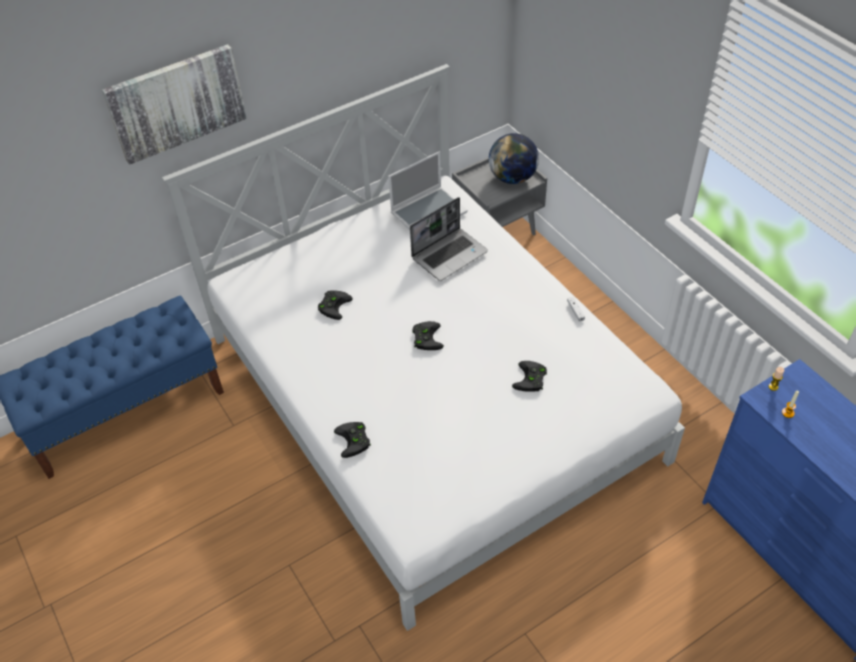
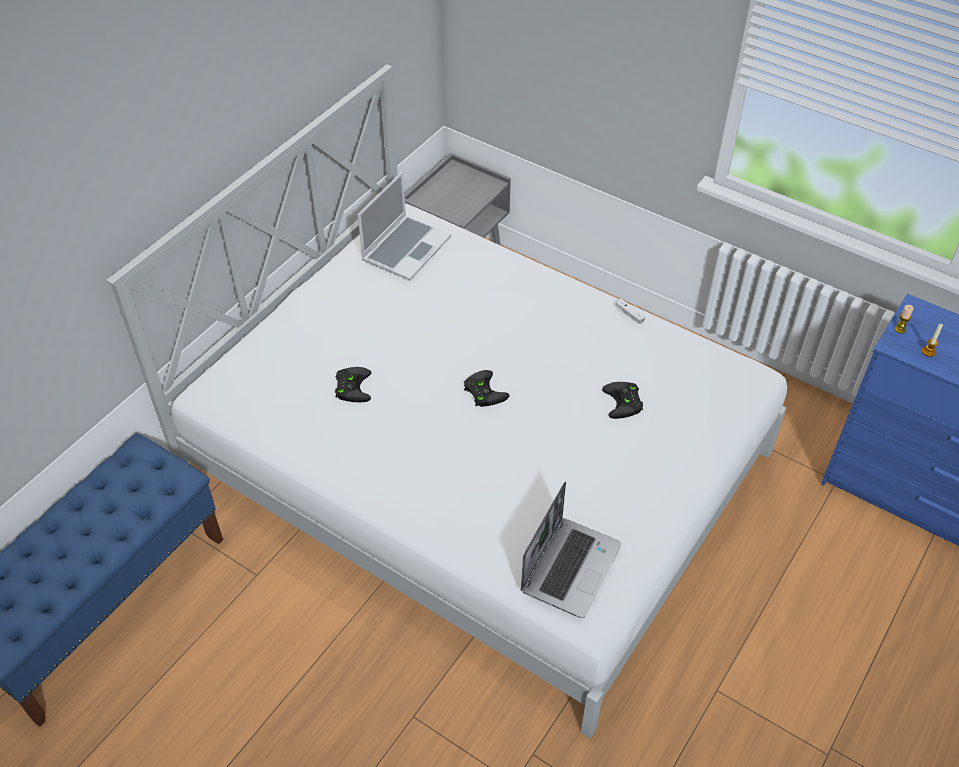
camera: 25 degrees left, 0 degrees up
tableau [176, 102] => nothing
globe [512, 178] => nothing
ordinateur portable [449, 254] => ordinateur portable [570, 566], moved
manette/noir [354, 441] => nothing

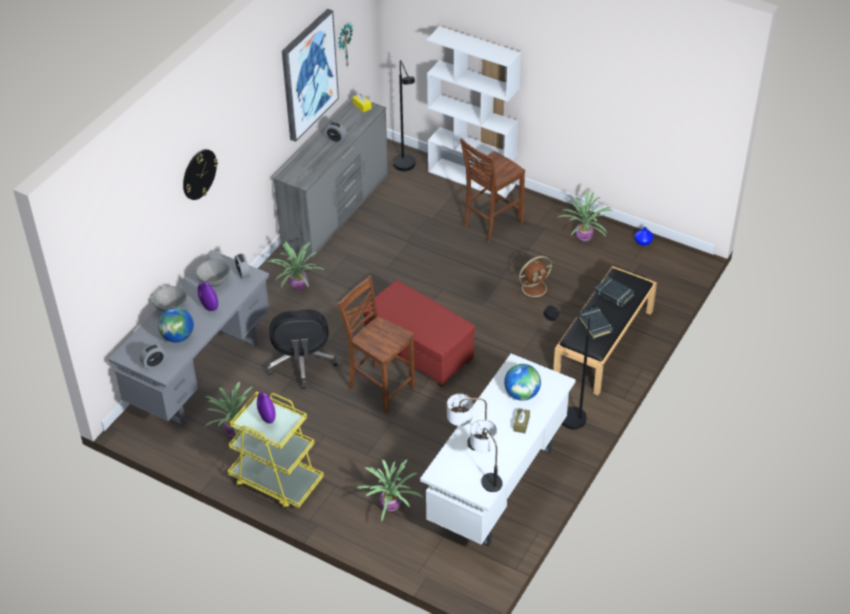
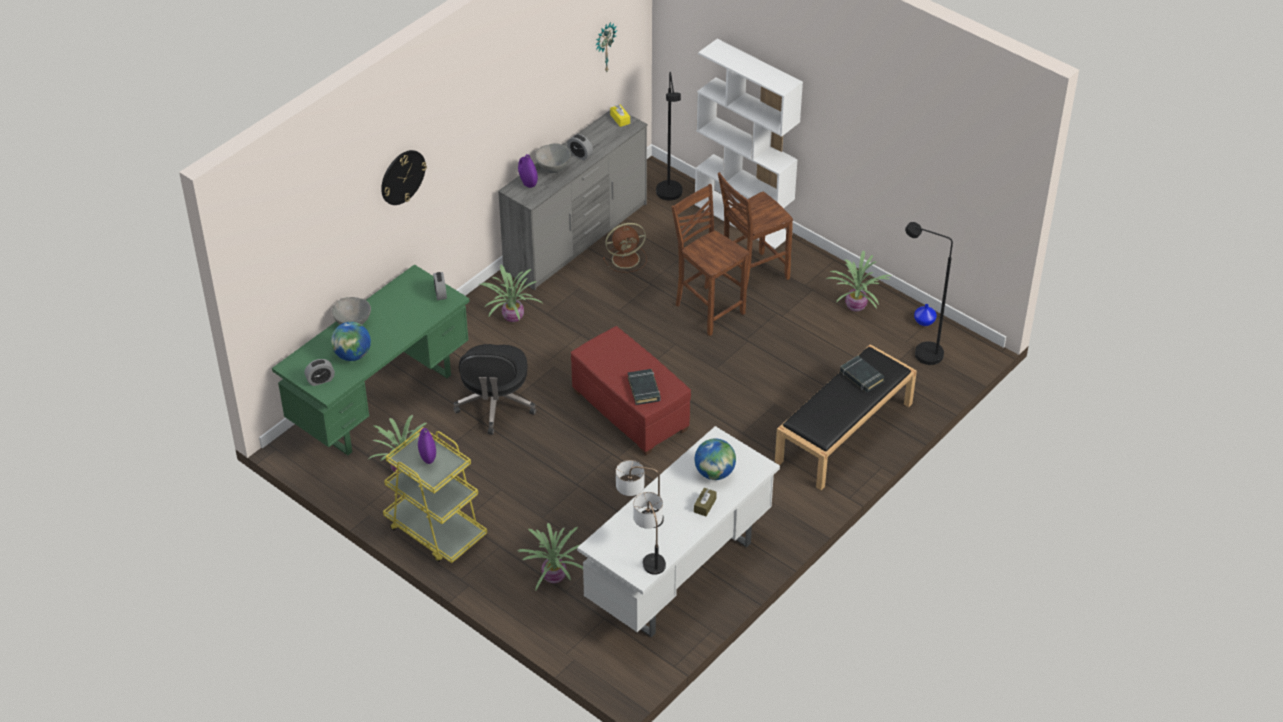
camera: 10 degrees right, 0 degrees up
tableau [308, 74] => nothing
bureau/gris [200, 374] => bureau/vert [380, 401]
ventilateur/marron [535, 288] => ventilateur/marron [627, 259], moved
bol/gris [215, 282] => bol/gris [553, 168], moved
chaise/marron [380, 387] => chaise/marron [708, 309], moved
vase/violet [209, 306] => vase/violet [528, 182], moved
lampadaire/noir [565, 417] => lampadaire/noir [921, 352], moved
livre/noir [595, 325] => livre/noir [644, 389], moved

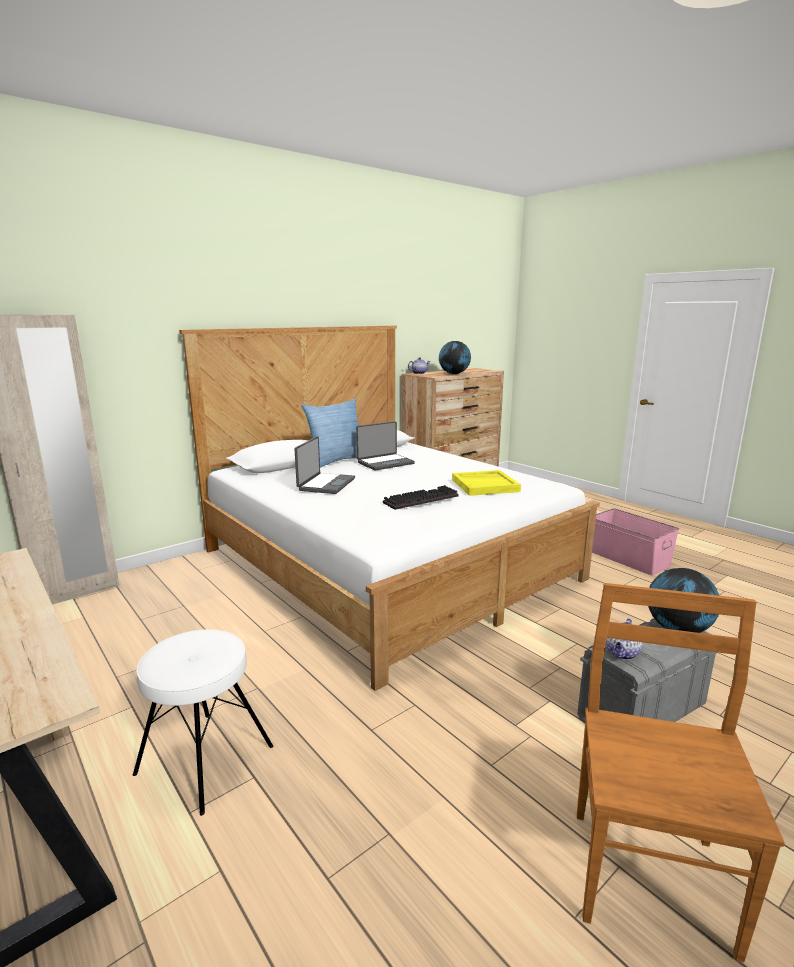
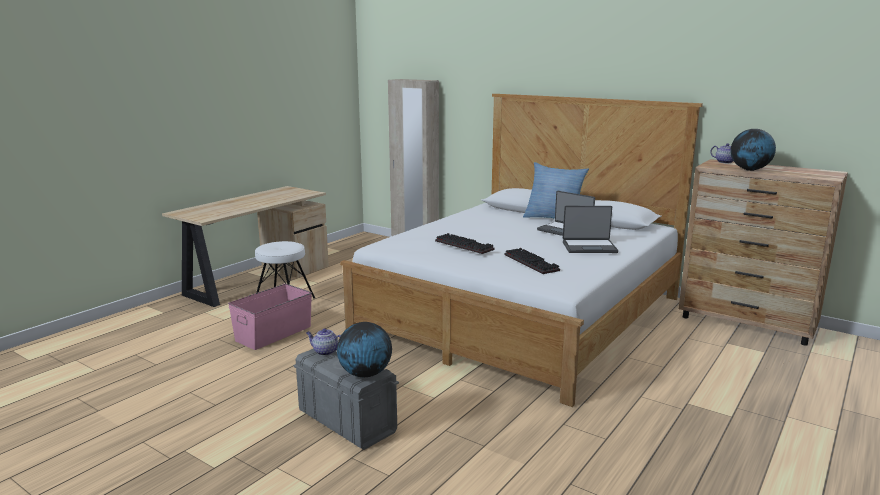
camera: 75 degrees right, 0 degrees up
ordinateur portable [325, 484] => ordinateur portable [589, 247], moved
plateau/jaune [485, 485] => clavier [533, 263]
boîte de rangement/rose [628, 559] => boîte de rangement/rose [273, 333], moved
chaise/marron [649, 873] => nothing

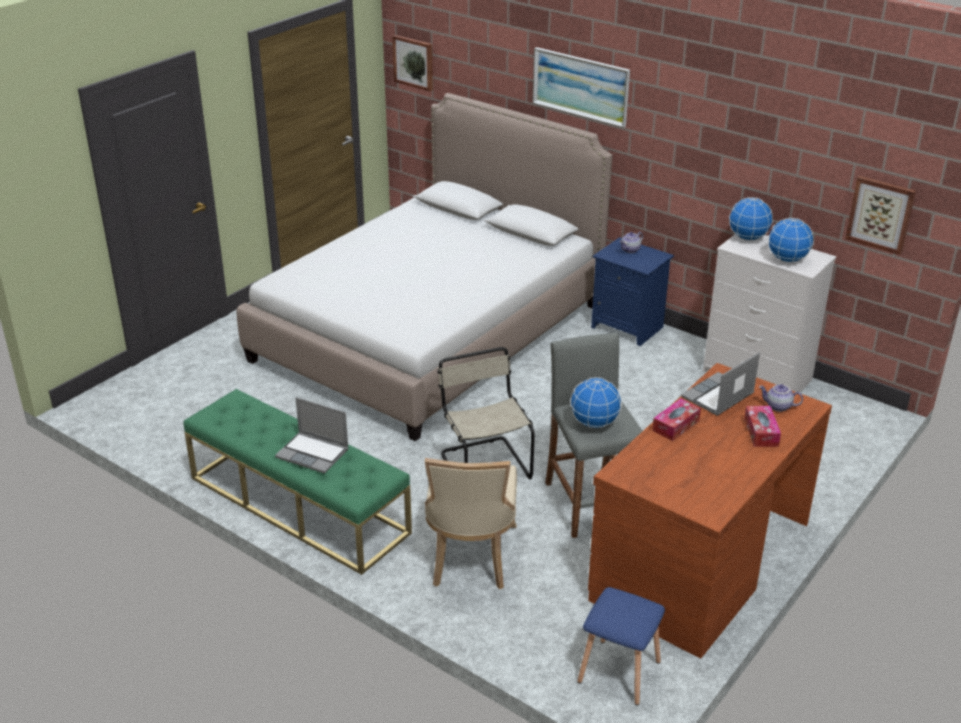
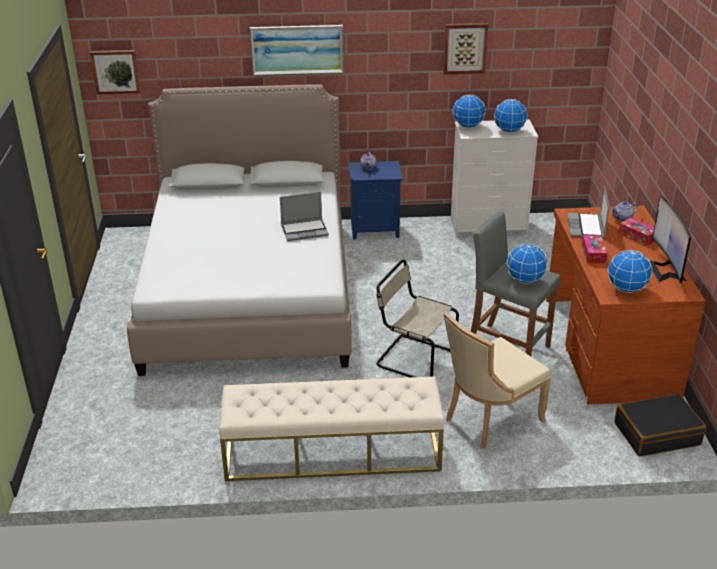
camera: 40 degrees left, 0 degrees up
tableau [880, 214] => tableau [465, 48], moved
banc/vert [298, 505] => banc/beige [332, 453]
ordinateur portable [313, 454] => ordinateur portable [305, 230], moved
chaise/beige [470, 558] => chaise/beige [489, 419], 90 degrees clockwise
tabouret/bleu [617, 671] => valise/noir [656, 433]
nothing => écran d'ordinateur [666, 270]
nothing => globe [626, 289]

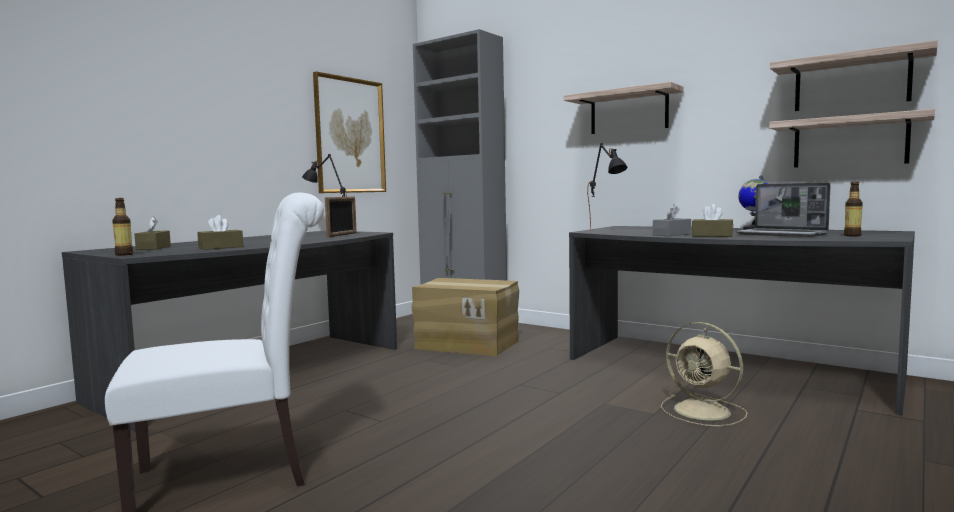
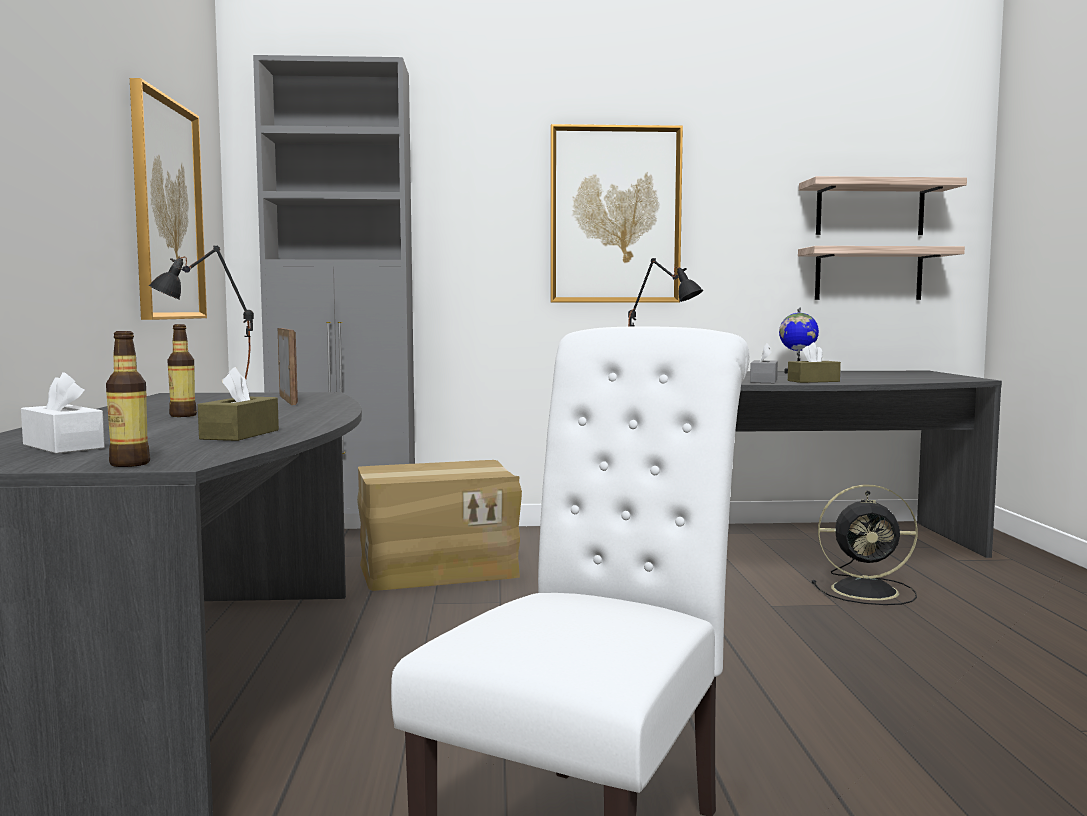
camera: 40 degrees left, 0 degrees up
étagère [628, 112] => tableau [615, 215]
bouteille [852, 235] => bouteille [183, 415], moved
ordinateur portable [782, 234] => nothing
boîte à mouchoirs/marron [153, 248] => boîte à mouchoirs/blanc [63, 446]
ventilateur/beige [704, 411] => ventilateur/noir [868, 590]

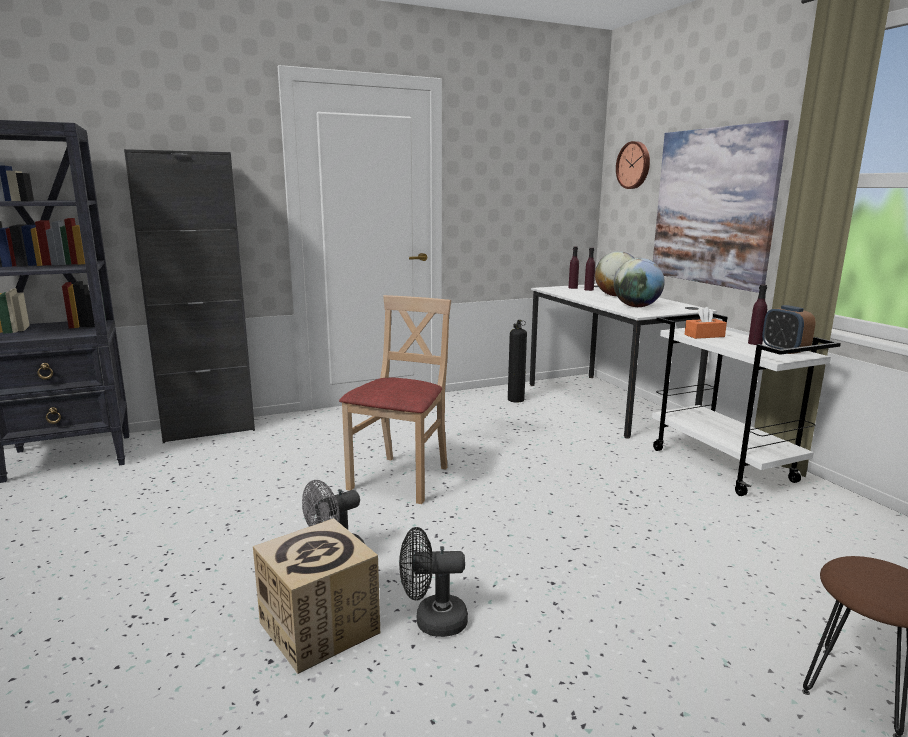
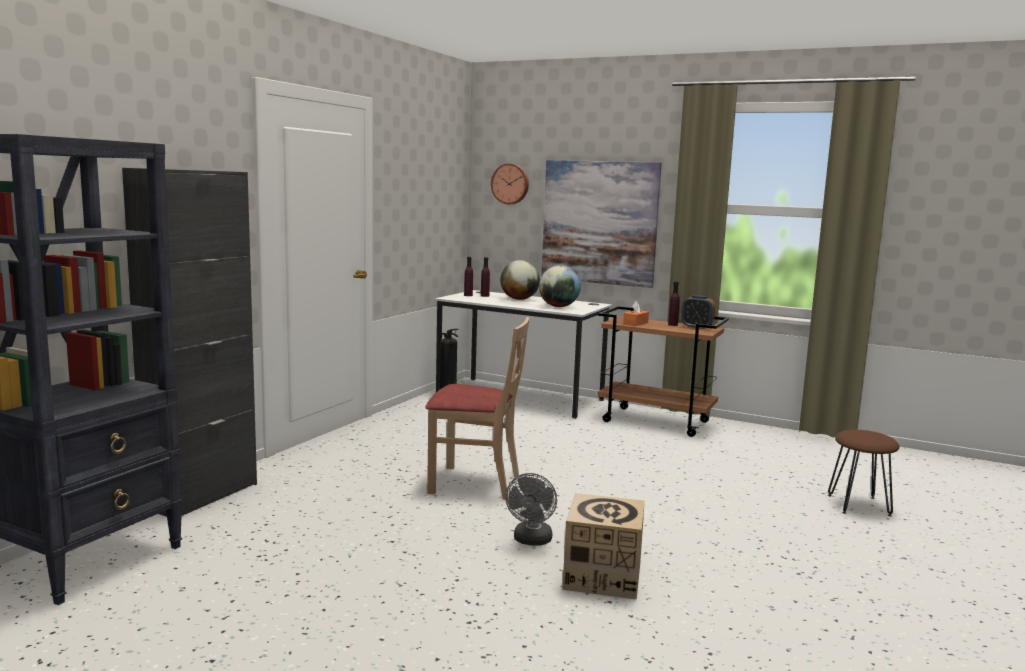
camera: 40 degrees left, 5 degrees down
chaise/beige [401, 479] => chaise/beige [475, 483], 120 degrees clockwise
chariot/blanc [723, 465] => chariot/marron [657, 422]
ventilateur/noir [432, 621] => nothing

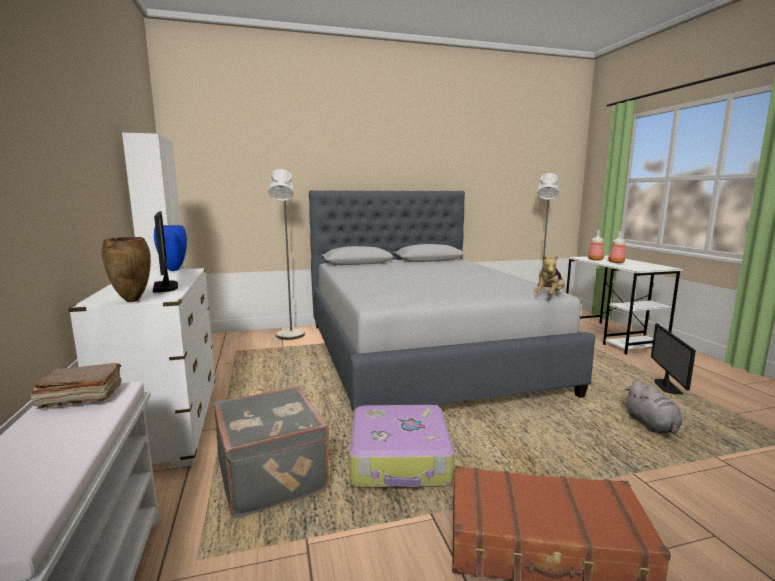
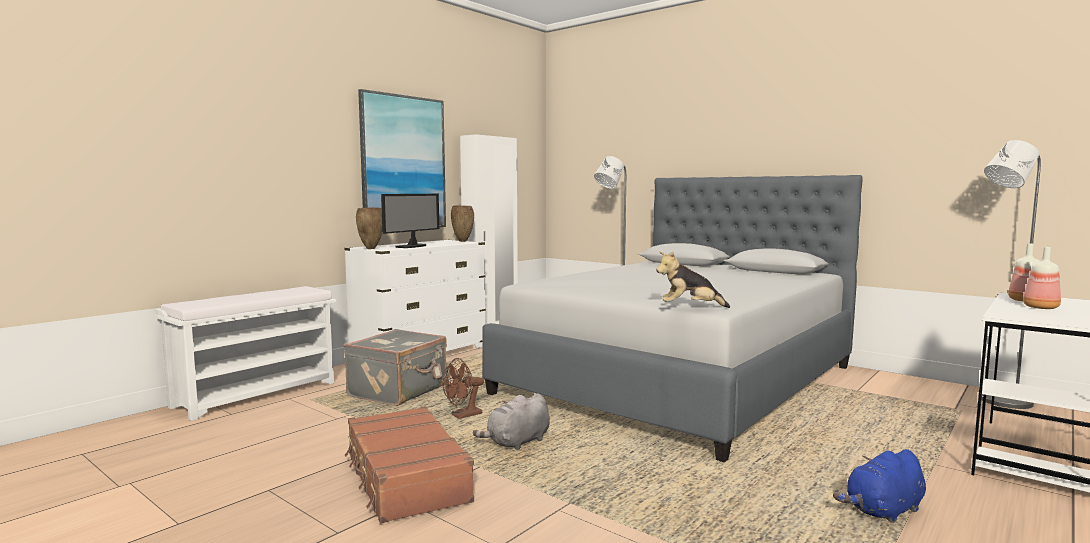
camera: 55 degrees right, 5 degrees down
vase/bleu [174, 270] => vase/marron [463, 241]
écran d'ordinateur [666, 387] => peluche/bleu [883, 511]
livre/marron [80, 397] => nothing
peluche/gris [652, 426] => peluche/gris [517, 443], moved
valise [400, 460] => ventilateur/marron [462, 416]
nothing => tableau [403, 163]

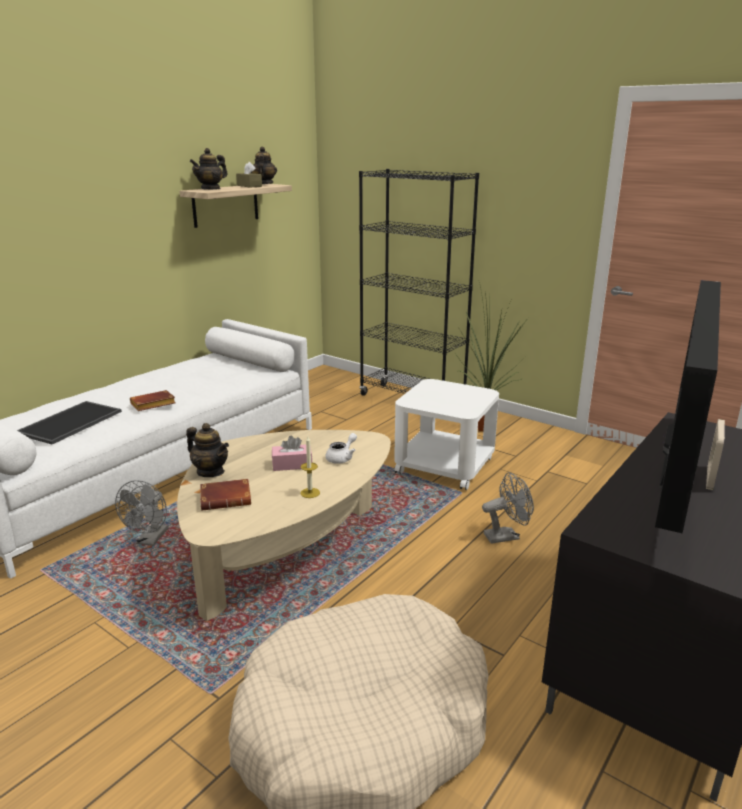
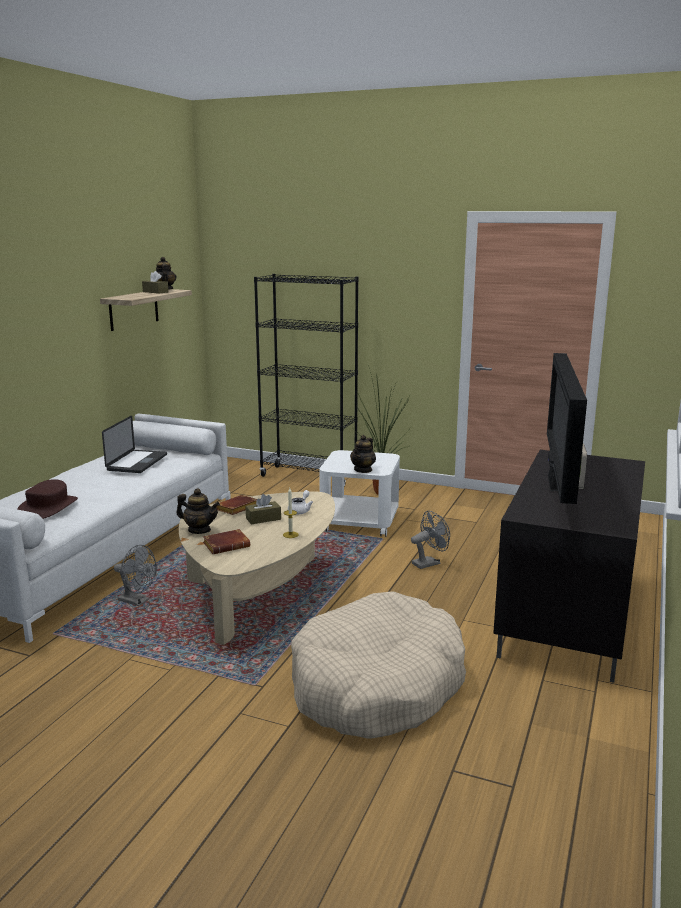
camera: 15 degrees left, 5 degrees down
théière [211, 188] => théière [363, 470], moved
livre/marron [152, 405] => livre/marron [237, 509], moved
plateau [70, 423] => chapeau/marron [48, 508]
boîte à mouchoirs/rose [292, 465] => boîte à mouchoirs/marron [263, 519]
ventilateur/gris [150, 540] => ventilateur/gris [137, 601], 60 degrees counterclockwise
nothing => ordinateur portable [137, 462]

